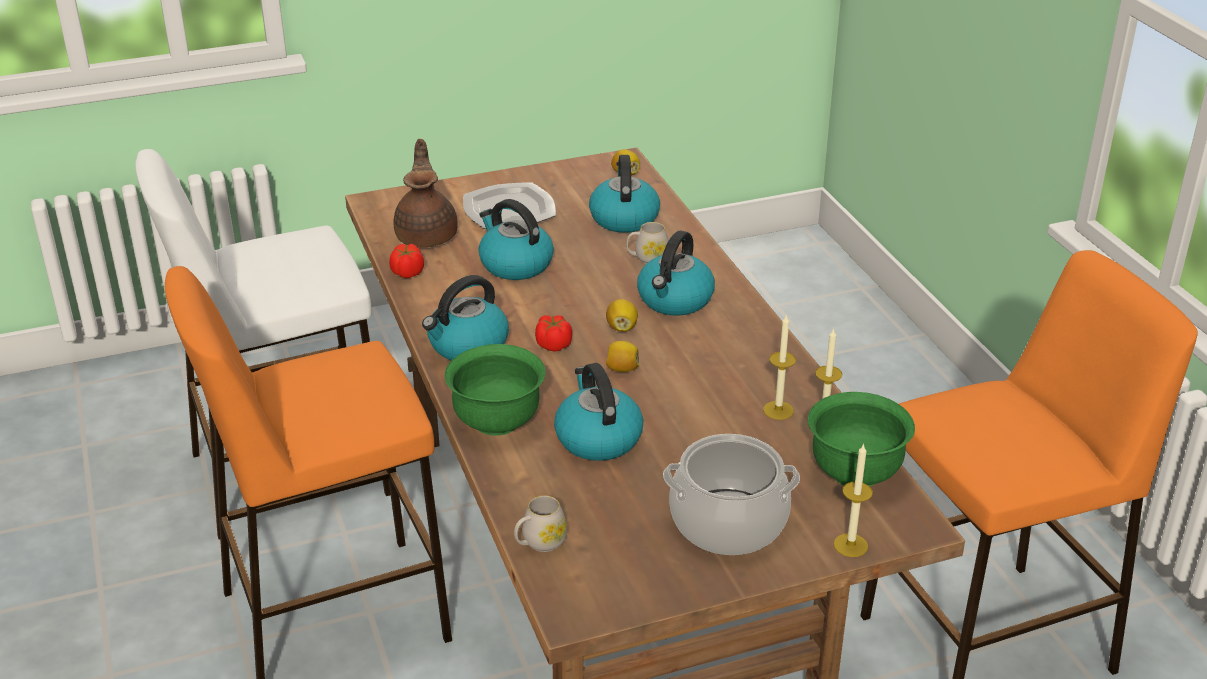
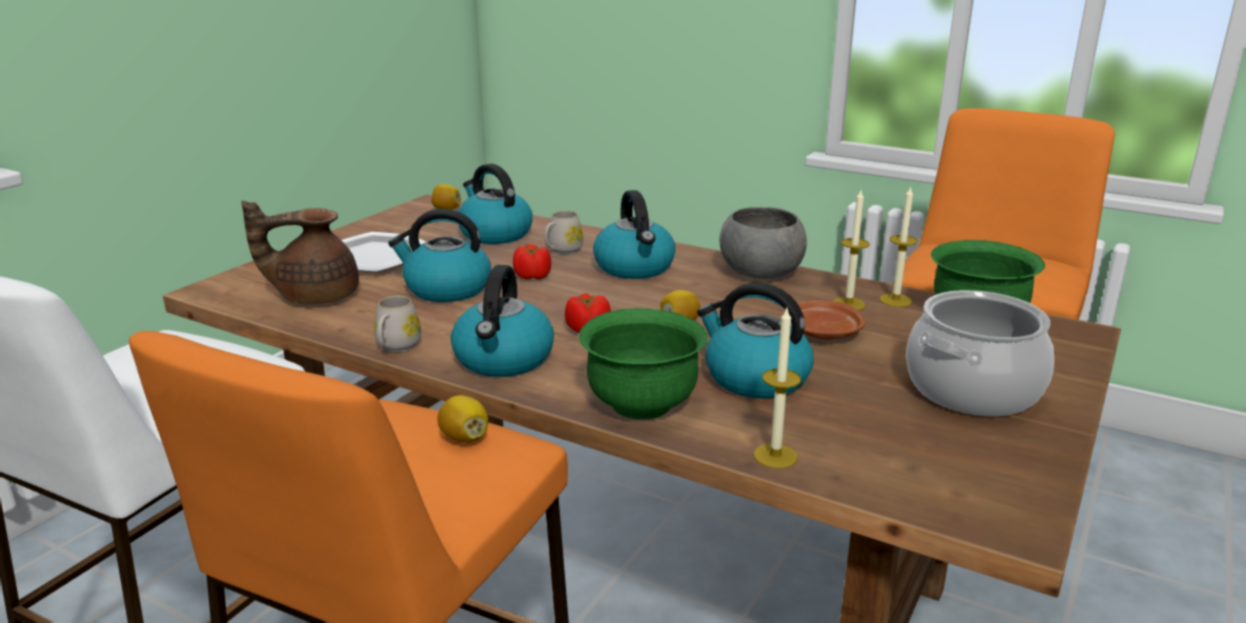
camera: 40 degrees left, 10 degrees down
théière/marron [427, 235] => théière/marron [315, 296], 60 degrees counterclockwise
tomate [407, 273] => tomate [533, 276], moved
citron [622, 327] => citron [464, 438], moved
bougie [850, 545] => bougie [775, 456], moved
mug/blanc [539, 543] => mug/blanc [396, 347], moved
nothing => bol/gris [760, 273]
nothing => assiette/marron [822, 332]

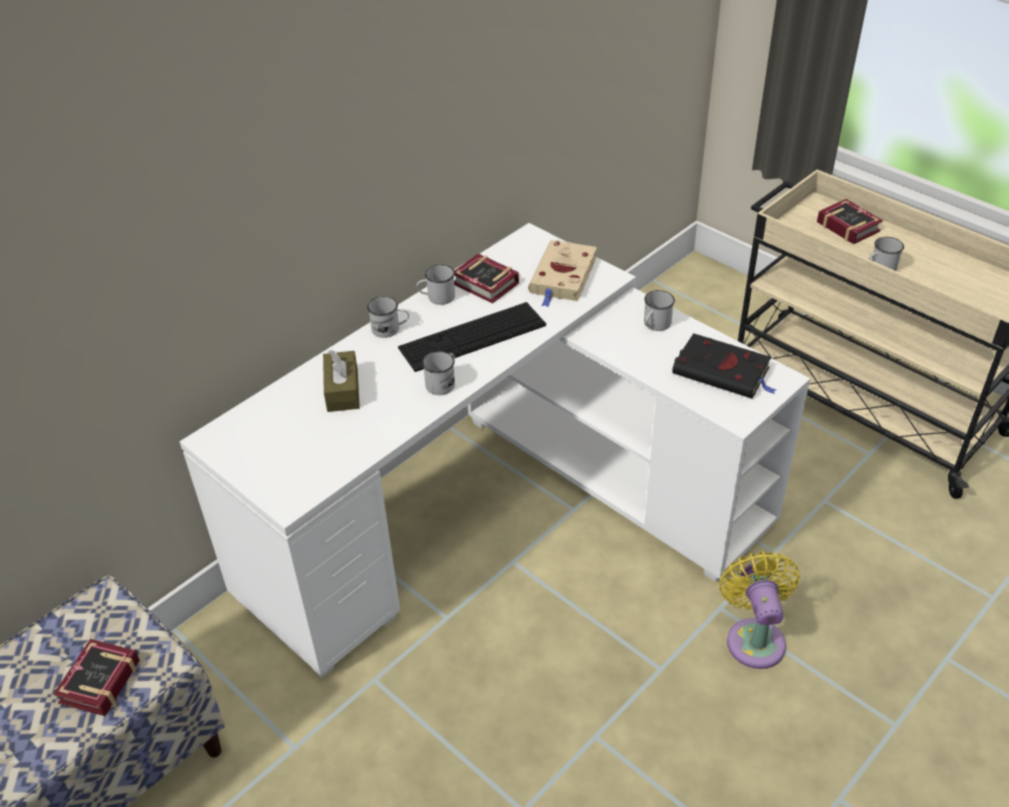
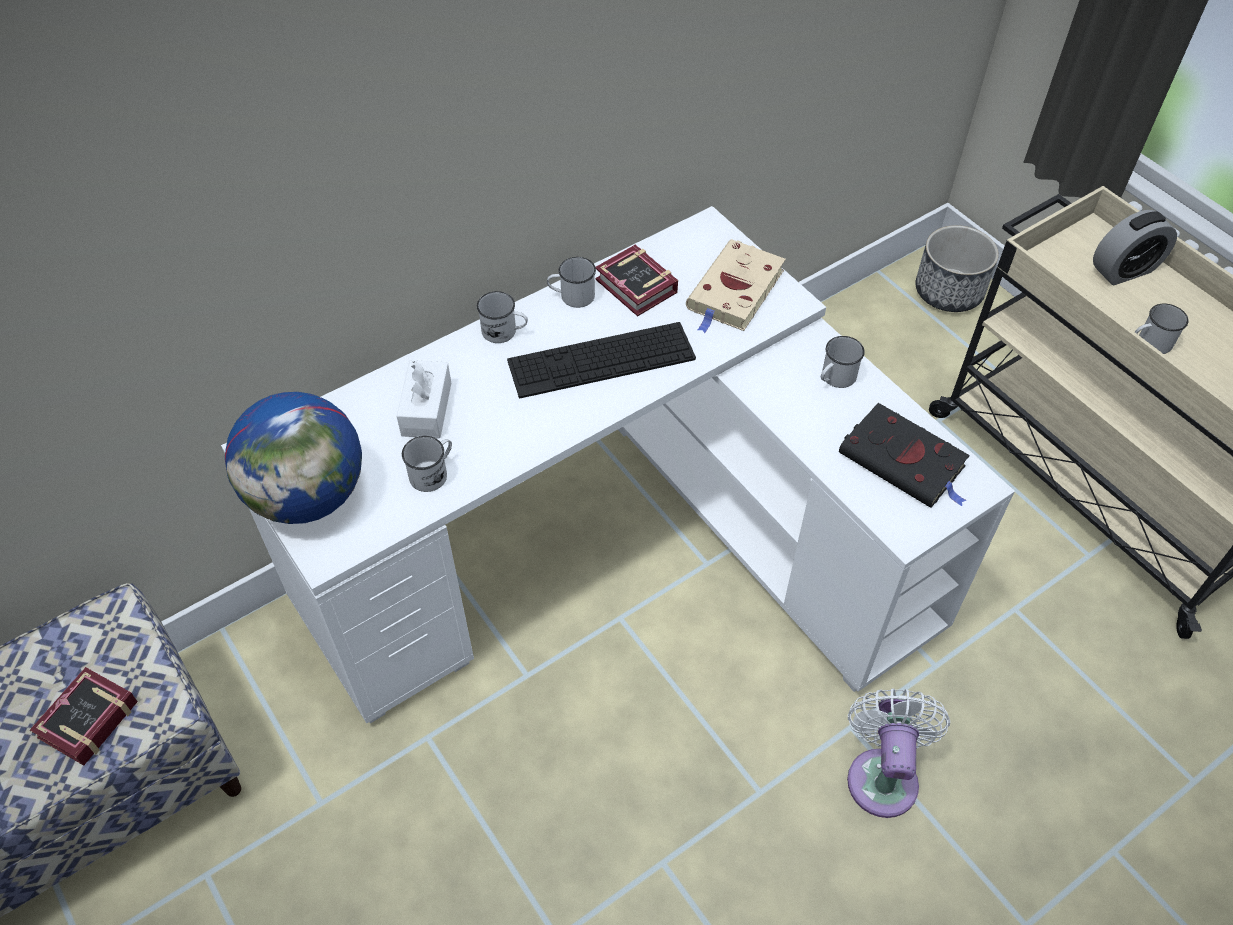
camera: 10 degrees right, 10 degrees up
livre [847, 225] => réveil [1124, 270]
boîte à mouchoirs/marron [342, 390] => boîte à mouchoirs/blanc [426, 409]
mug/blanc [443, 382] => mug/blanc [433, 473], moved
ventilateur/jaune [754, 637] => ventilateur/blanc [882, 774]
nothing => cache-pot [949, 291]
nothing => globe [309, 496]

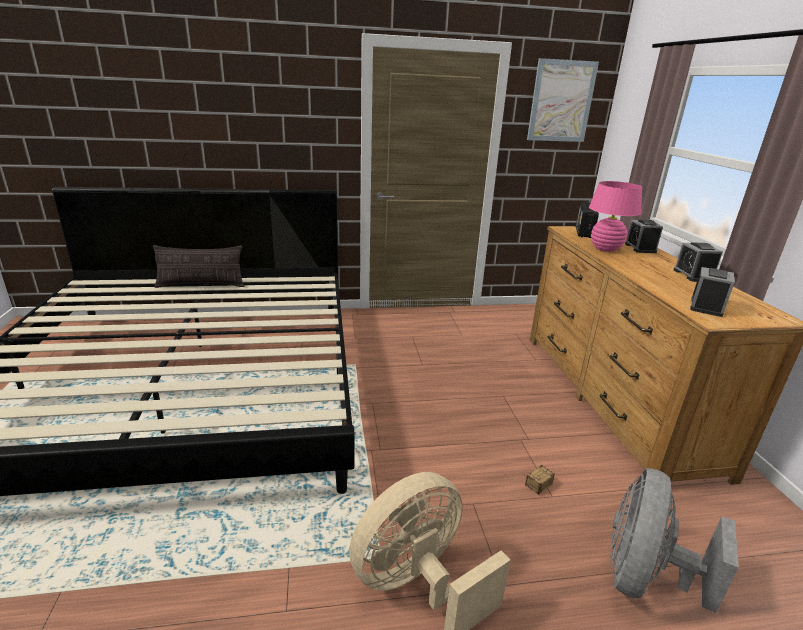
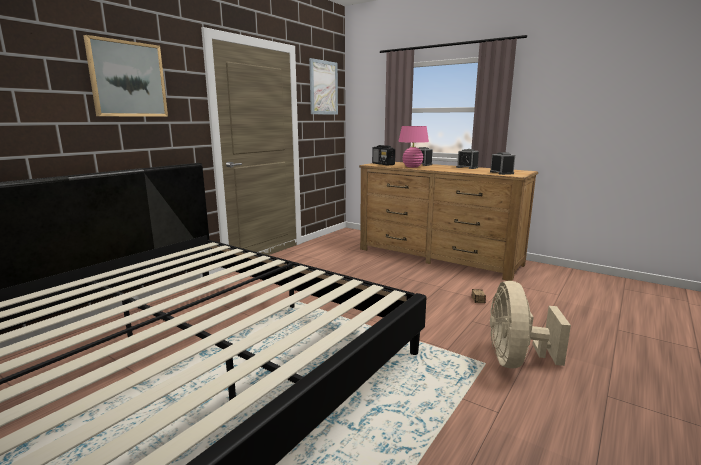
camera: 45 degrees left, 10 degrees down
coussin [201, 285] => nothing
ventilateur/gris [644, 576] => nothing
nothing => tableau [127, 79]

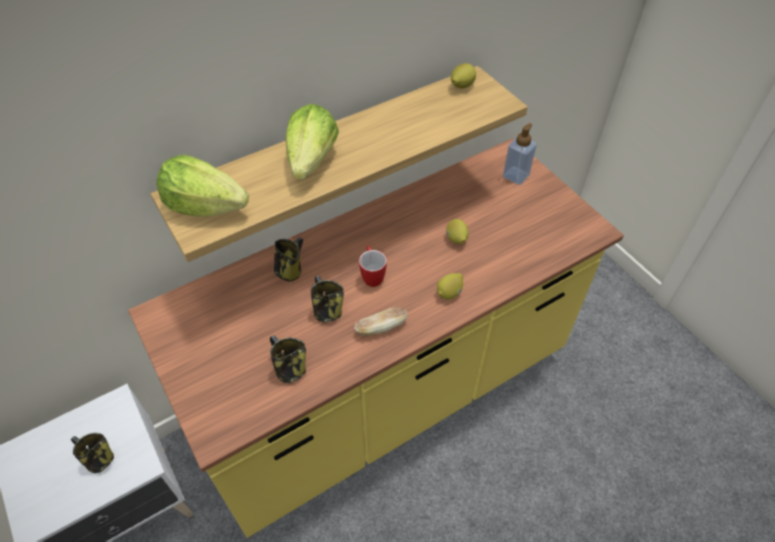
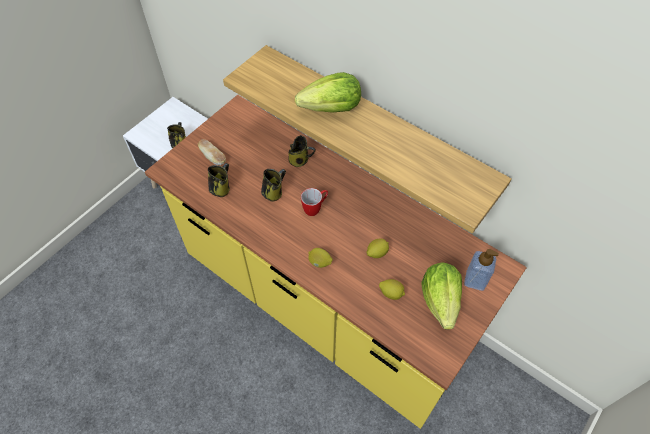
camera: 70 degrees right, 5 degrees up
citron [461, 86] => citron [391, 293], moved
laitue [205, 206] => laitue [440, 300], moved
pain [381, 327] => pain [213, 157], moved

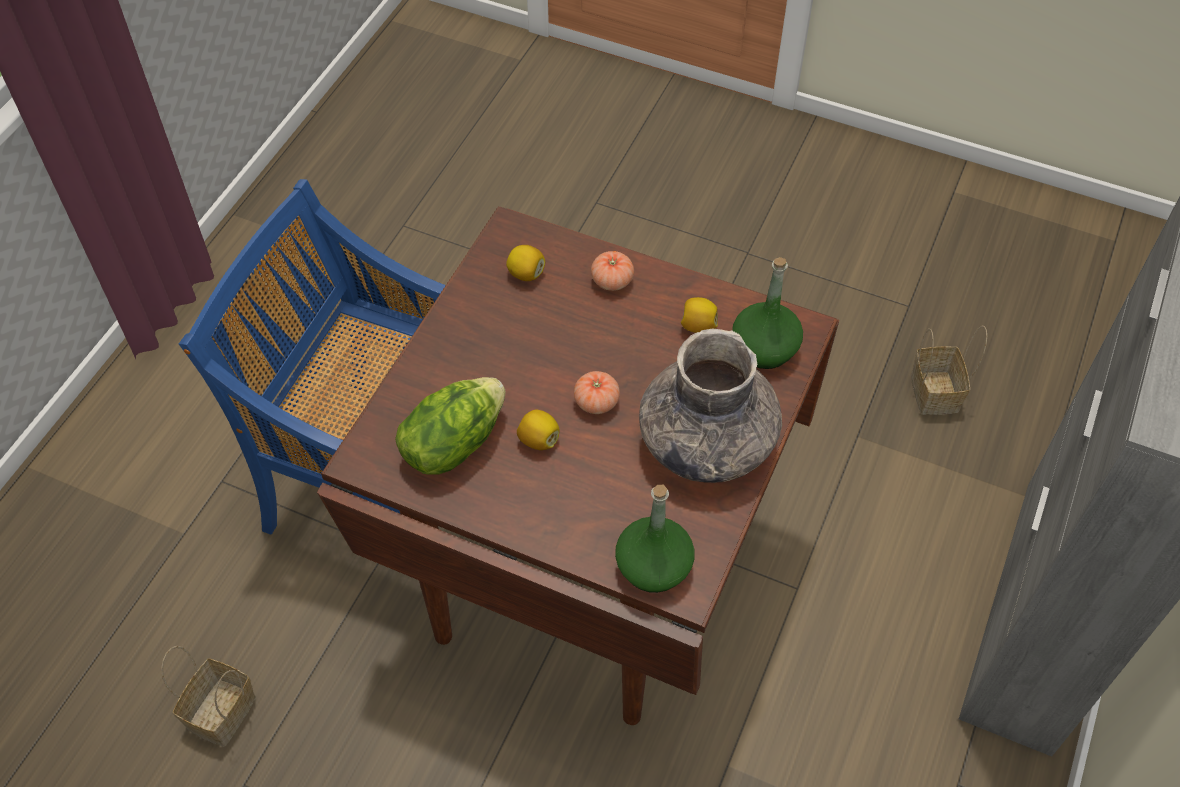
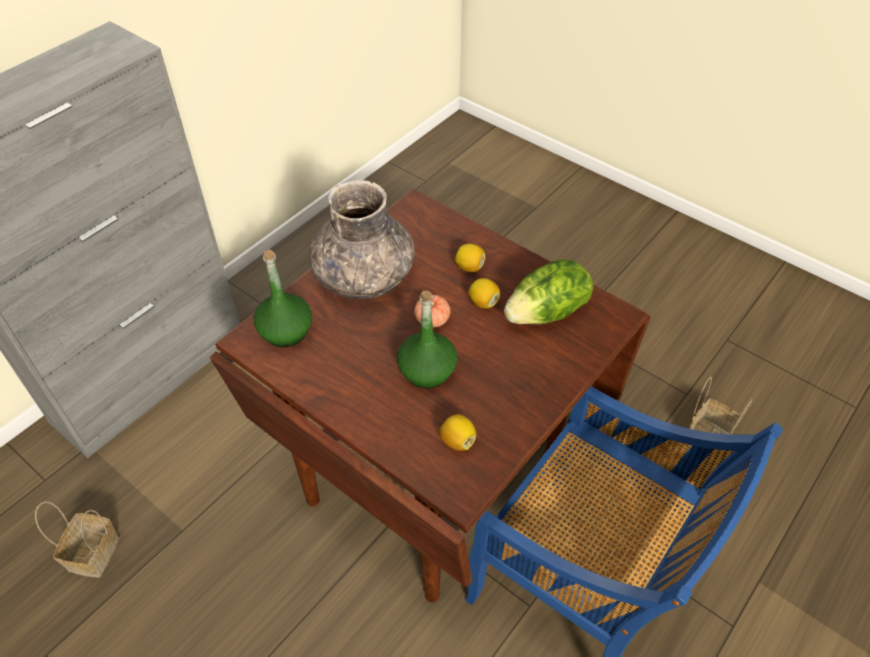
camera: 165 degrees left, 5 degrees down
tomate [612, 280] => nothing
citron [698, 326] => citron [469, 267], moved
bouteille/vert [653, 567] => bouteille/vert [427, 370], moved

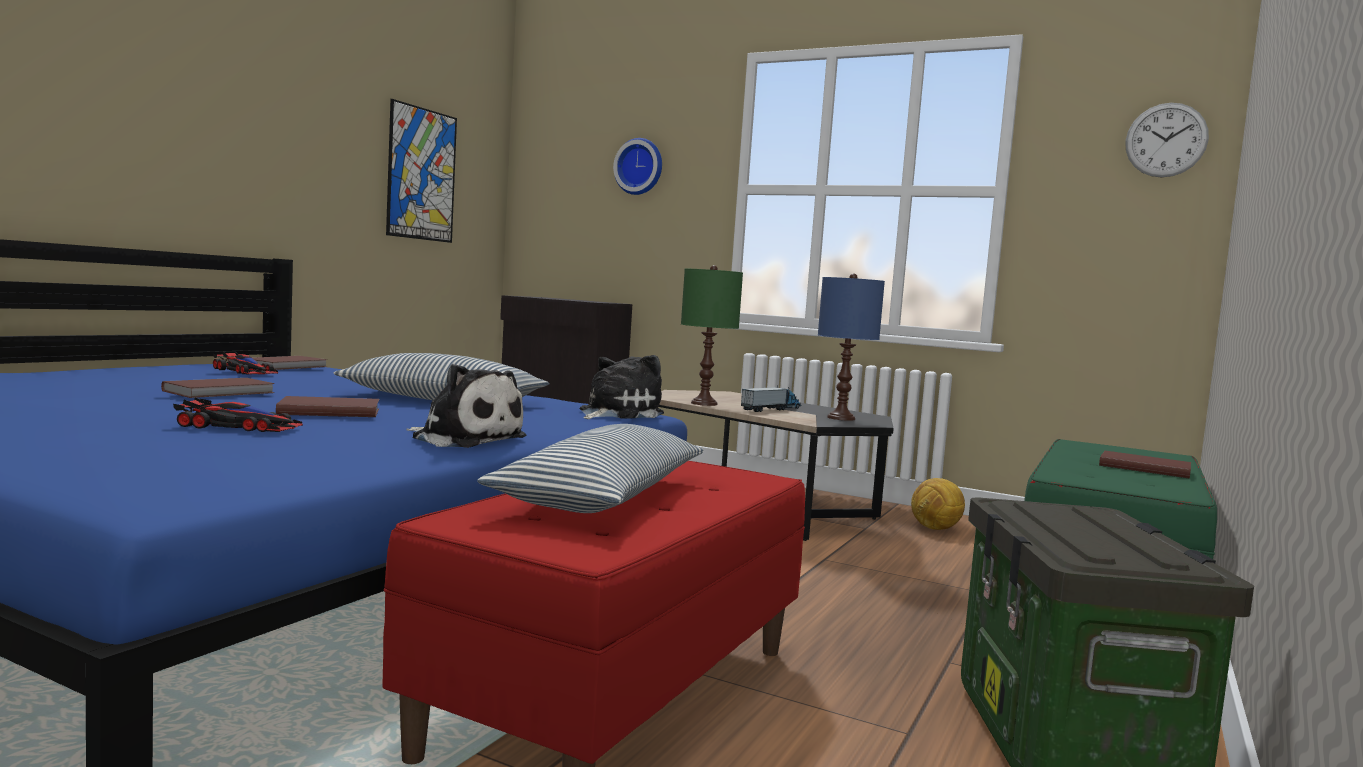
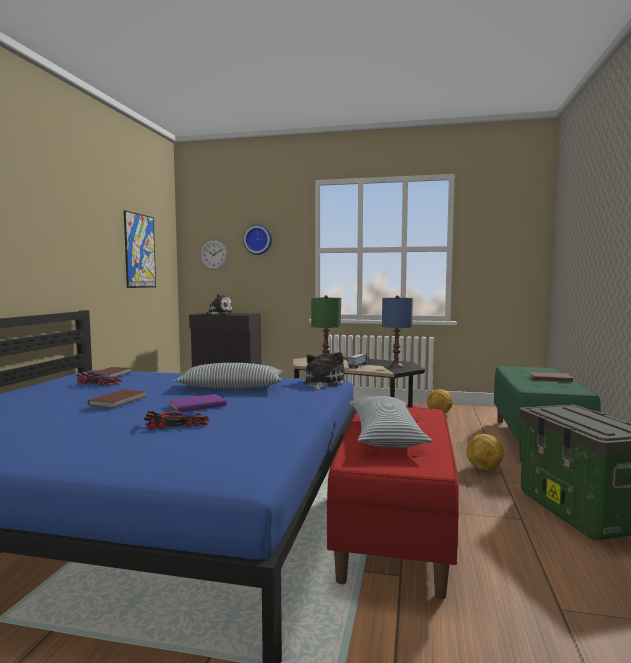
camera: 15 degrees left, 0 degrees up
horloge murale [1166, 140] => horloge murale [214, 255], moved
peluche [465, 439] => peluche [218, 314], moved
livre/marron [328, 411] => livre/violet [196, 405]
nothing => ballon de foot [484, 469]

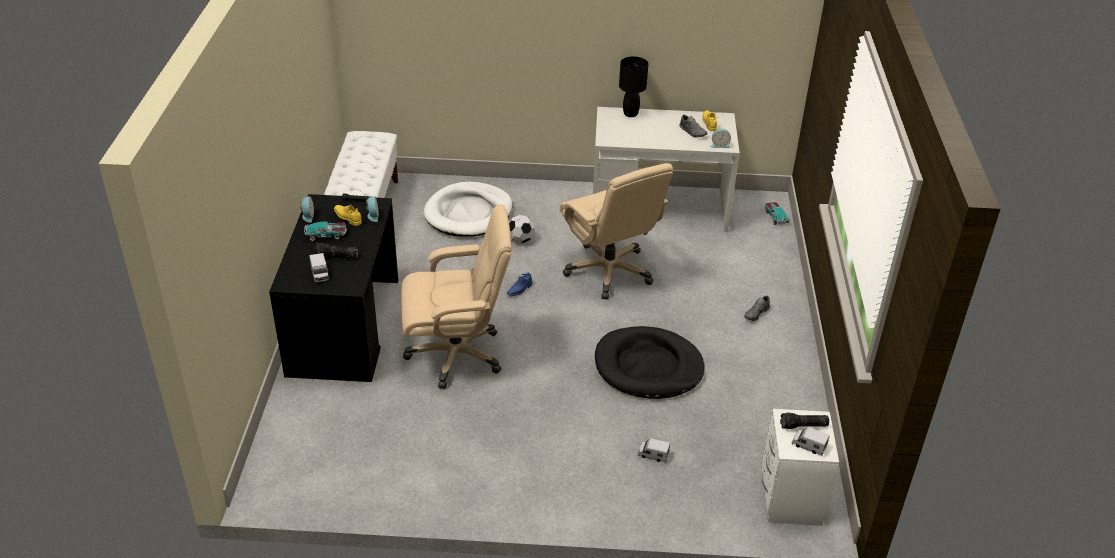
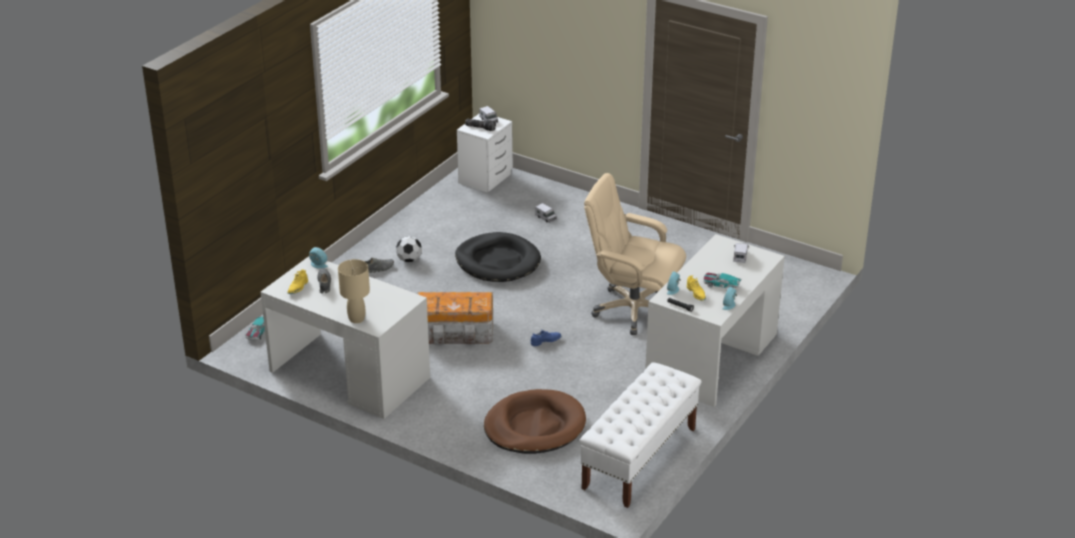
camera: 150 degrees left, 5 degrees down
lampe de table/noir [630, 114] => lampe de table/beige [357, 319]
chaise de bureau/beige [609, 271] => boîte de rangement [456, 333]
panier pour chien/blanc [468, 213] => panier pour chien/marron [534, 426]
bureau/noir [344, 326] => bureau/blanc [712, 357]
ballon de foot [521, 240] => ballon de foot [409, 260], moved
lampe de poche [336, 256] => nothing

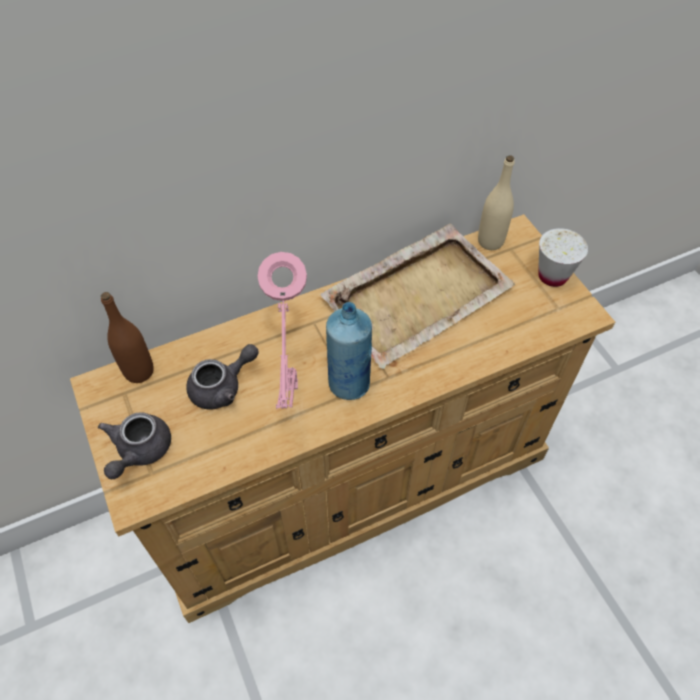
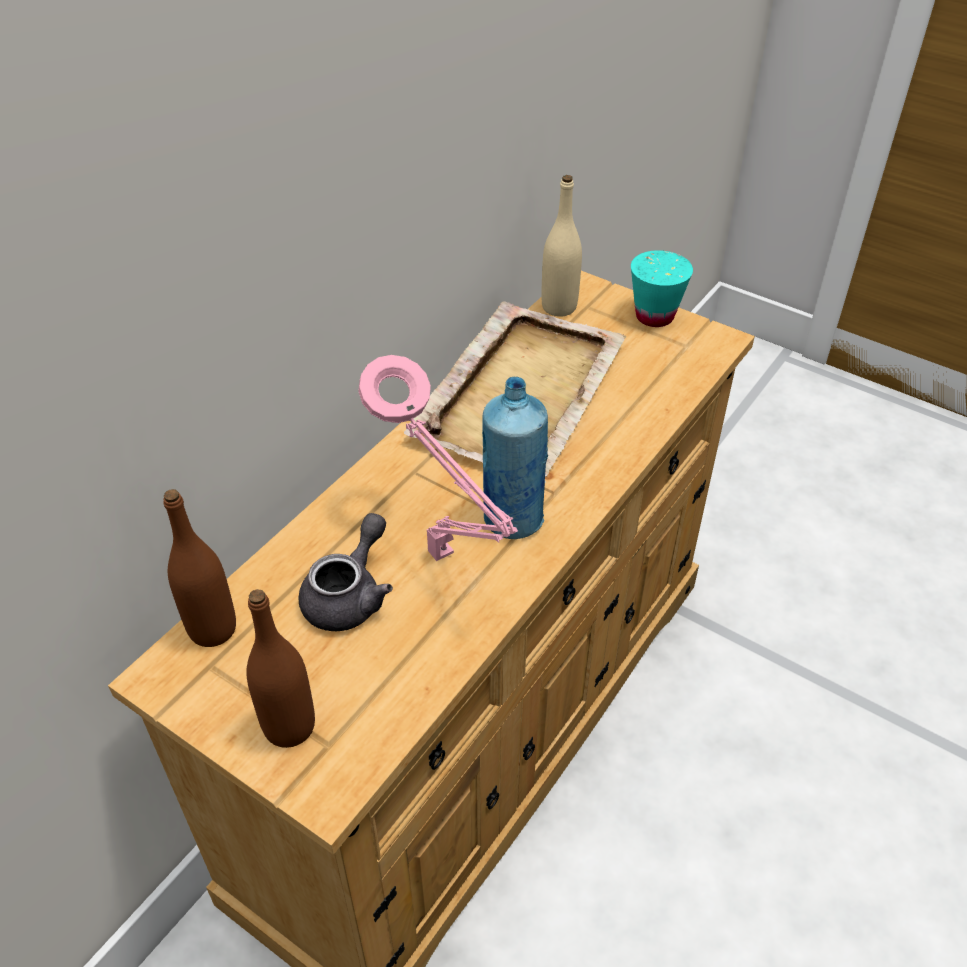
camera: 30 degrees left, 10 degrees down
tasse/blanc [552, 276] => tasse/turquoise [654, 316]
théière/gris [139, 451] => bouteille/marron [289, 726]

